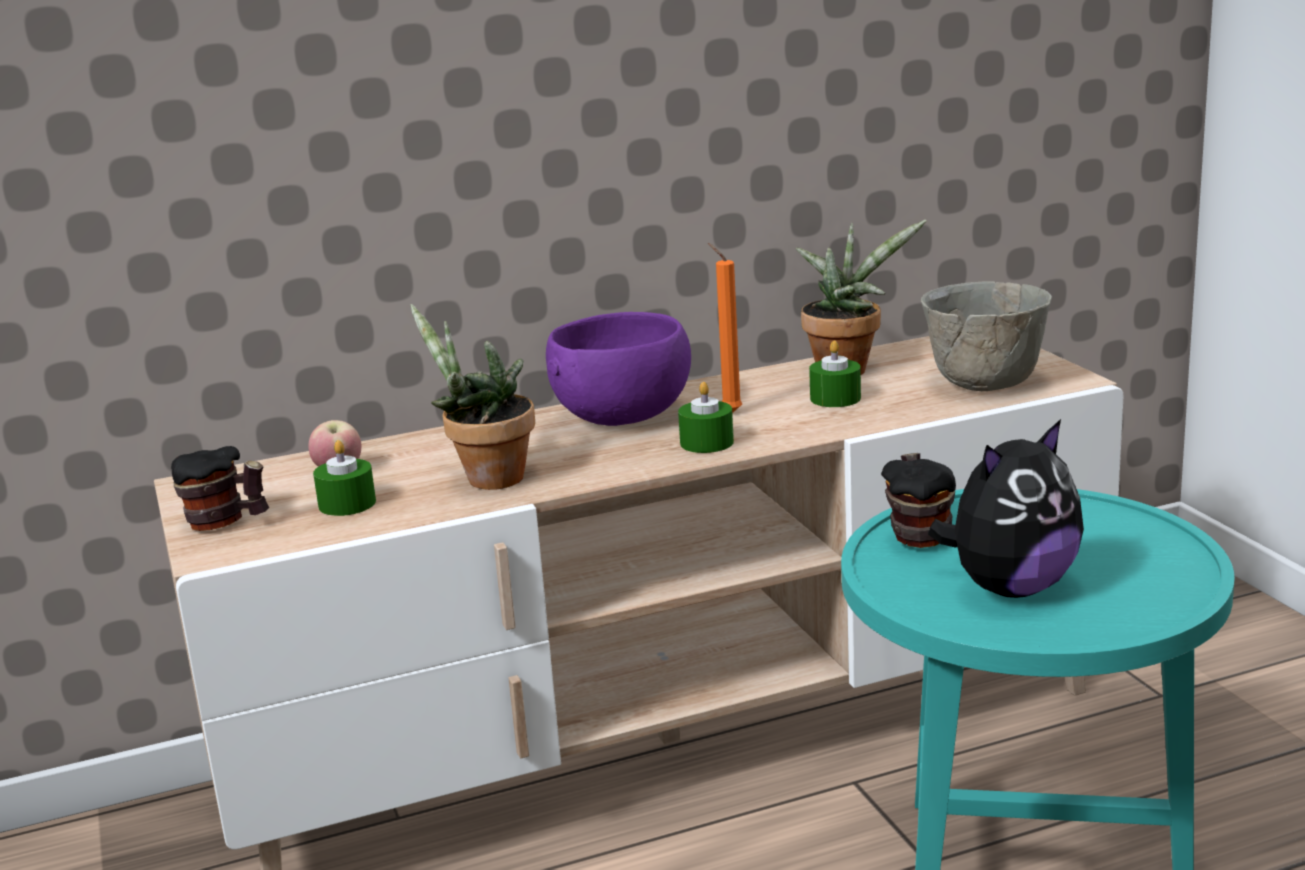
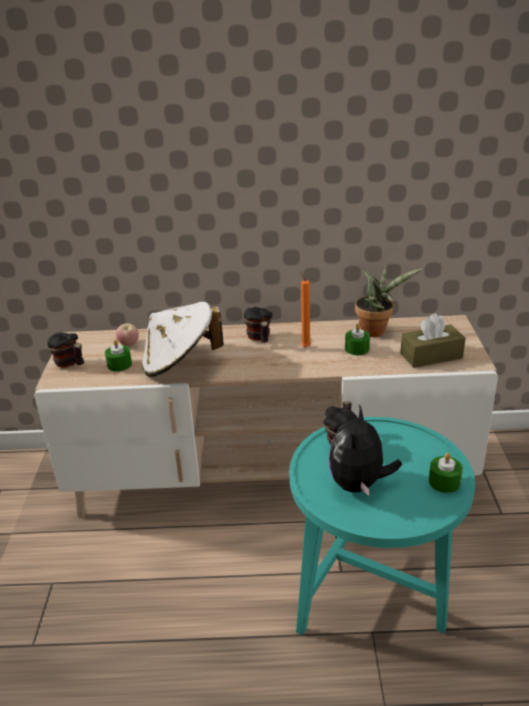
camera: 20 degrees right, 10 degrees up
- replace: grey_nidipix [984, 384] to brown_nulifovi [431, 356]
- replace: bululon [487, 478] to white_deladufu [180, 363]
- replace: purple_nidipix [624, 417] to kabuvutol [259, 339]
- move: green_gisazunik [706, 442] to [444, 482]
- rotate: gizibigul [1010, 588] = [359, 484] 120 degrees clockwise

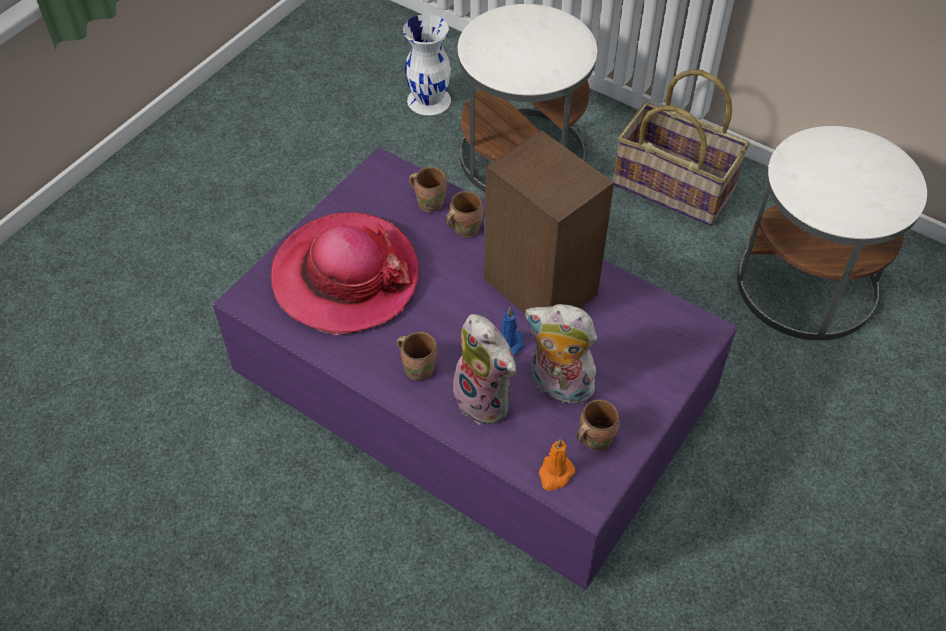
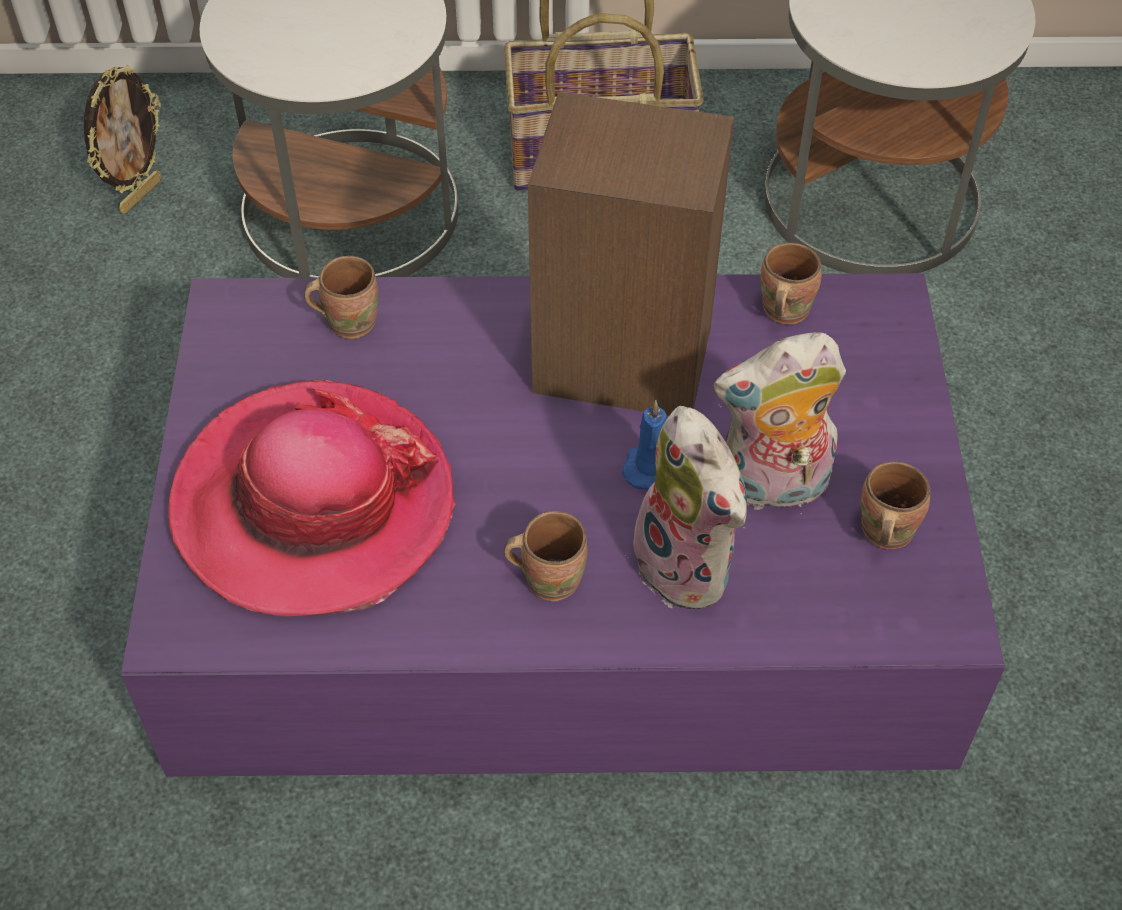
camera: 35 degrees left, 0 degrees up
- replace: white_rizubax [429, 99] to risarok [140, 195]
- move: brown_kabuvutol [464, 228] to [781, 311]
- rotate: gizibigul [486, 399] = [690, 566] 45 degrees clockwise
- delete: orange_gisazunik [555, 474]

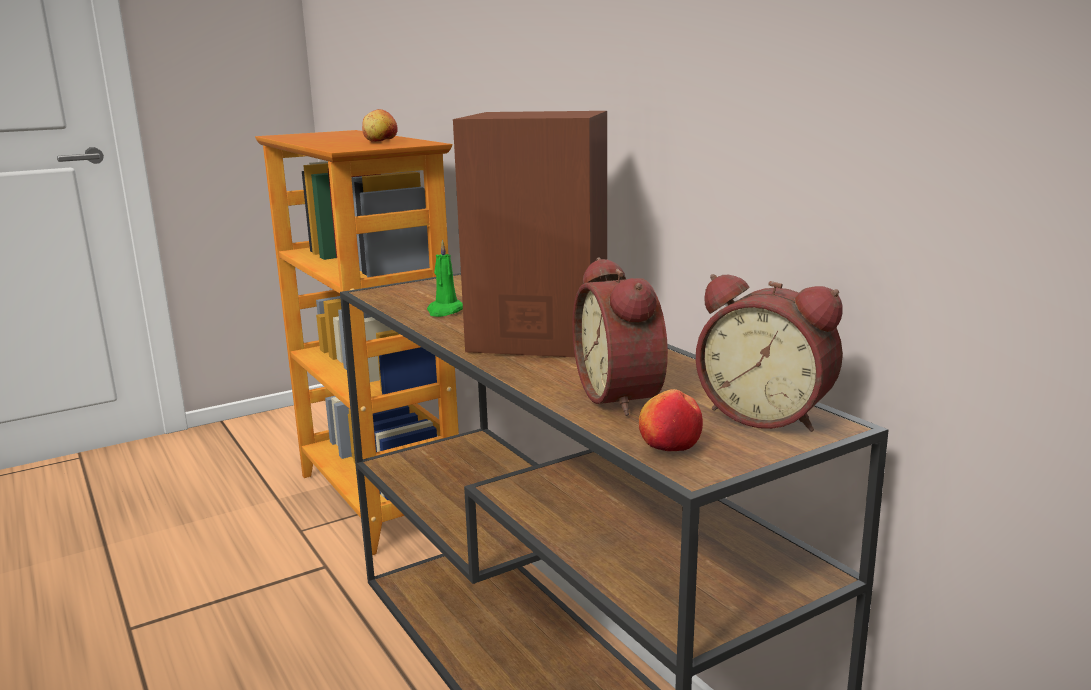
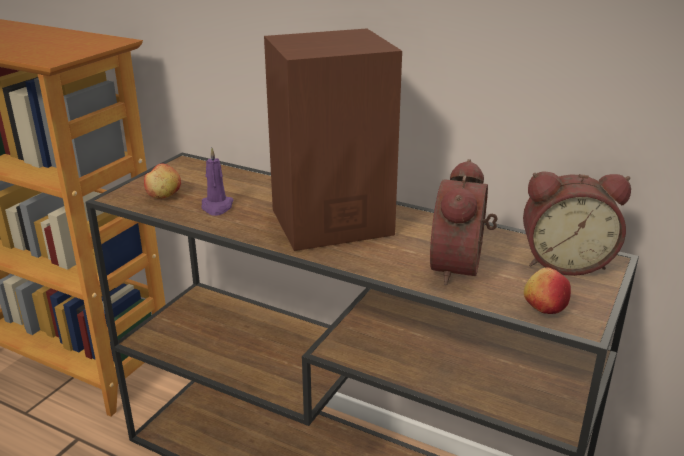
camera: 30 degrees left, 10 degrees up
- move: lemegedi [380, 141] to [164, 195]
- recolor: green_gisazunik [445, 311] to purple_gisazunik [217, 207]
- rotate: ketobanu [625, 396] = [462, 268] 60 degrees clockwise

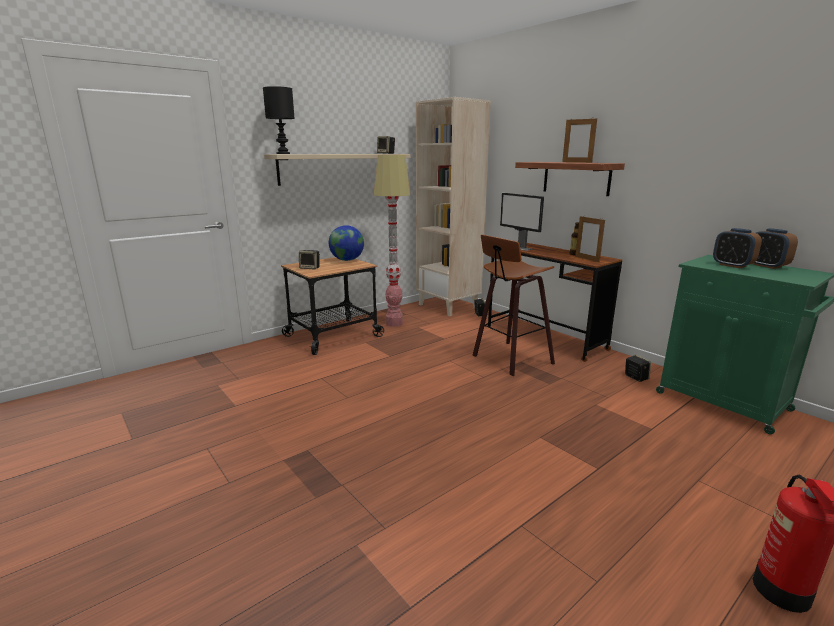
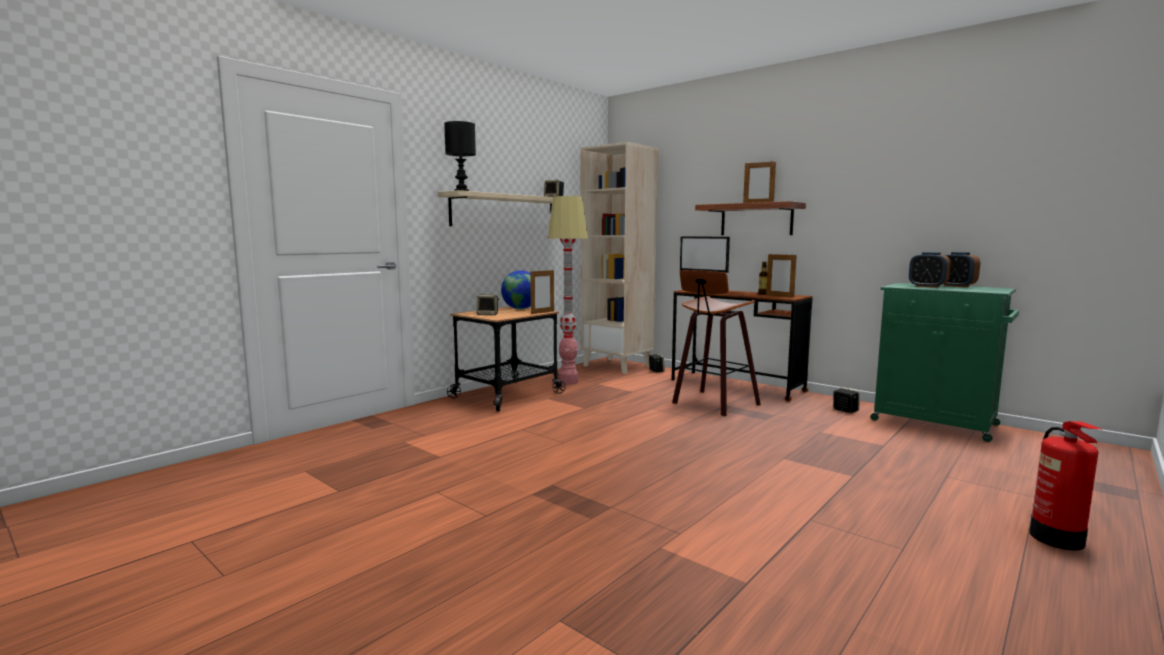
camera: 10 degrees left, 10 degrees down
- insert: risarok [542, 312]

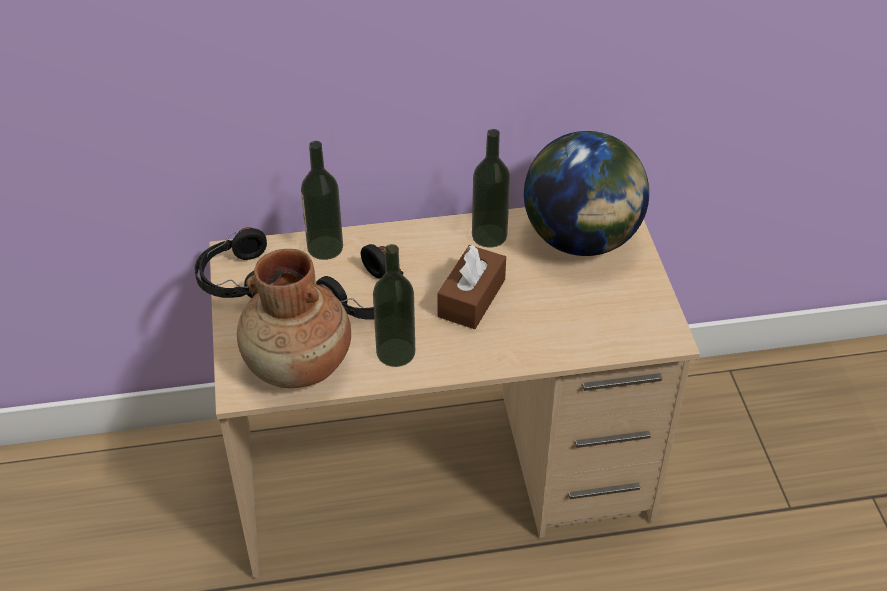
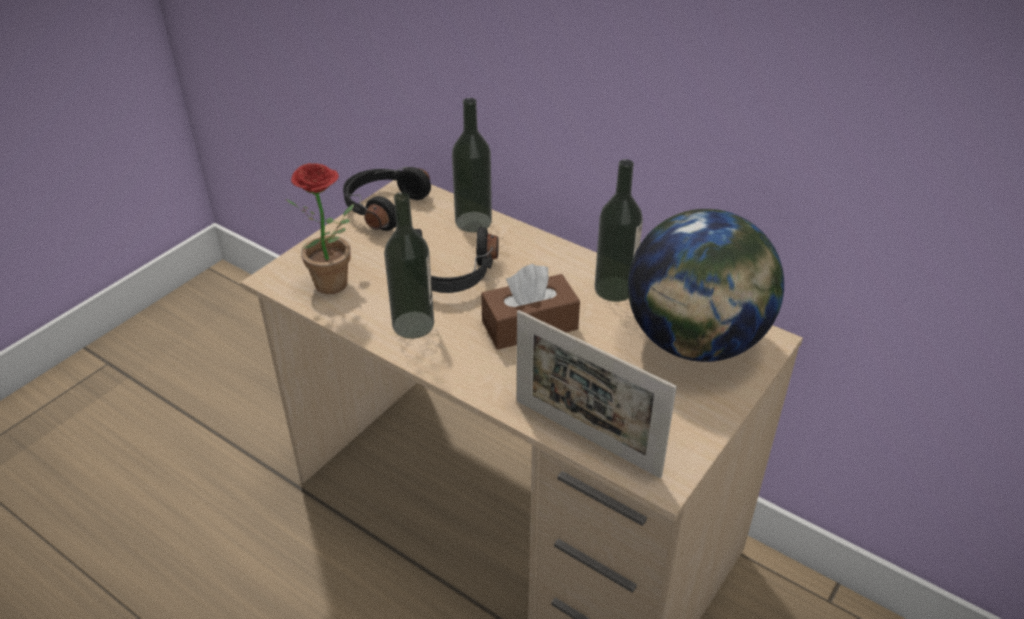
camera: 45 degrees right, 5 degrees down
- replace: brown_rizubax [298, 365] to bululon [335, 287]
- insert: risarok [586, 437]

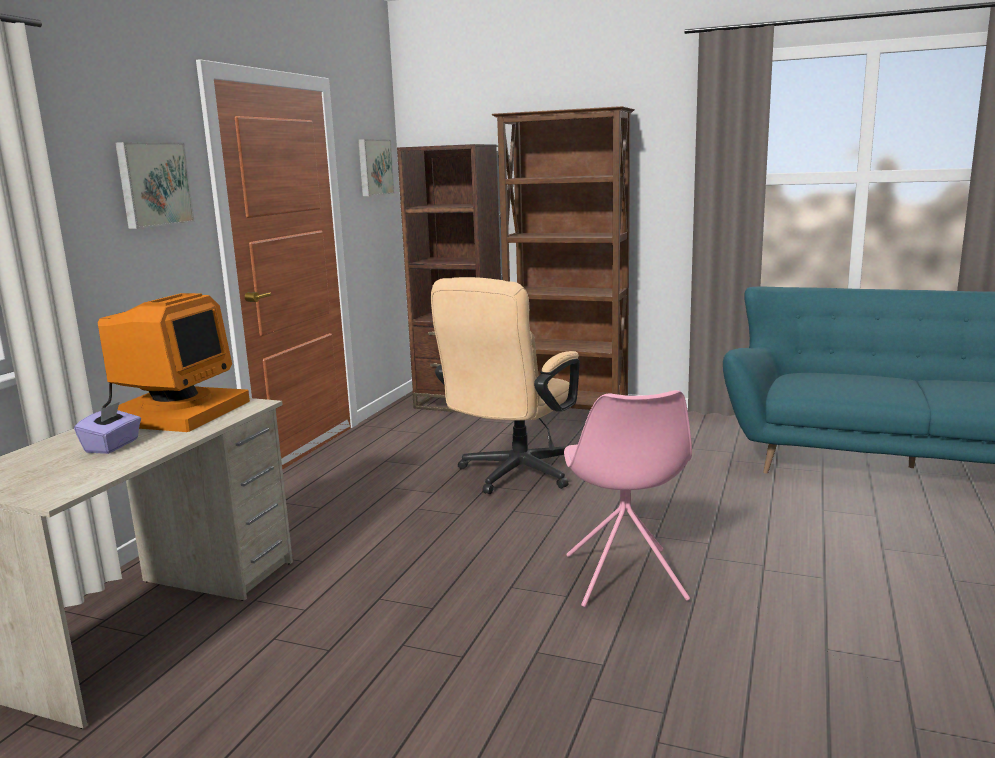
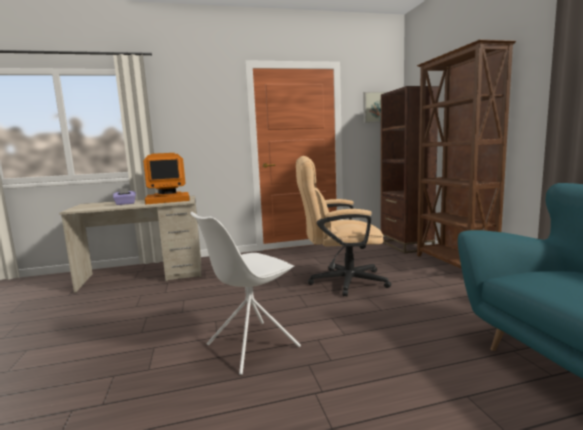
camera: 55 degrees right, 5 degrees down
- delete: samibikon [153, 184]
- recolor: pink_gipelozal [624, 578] to white_gipelozal [251, 346]

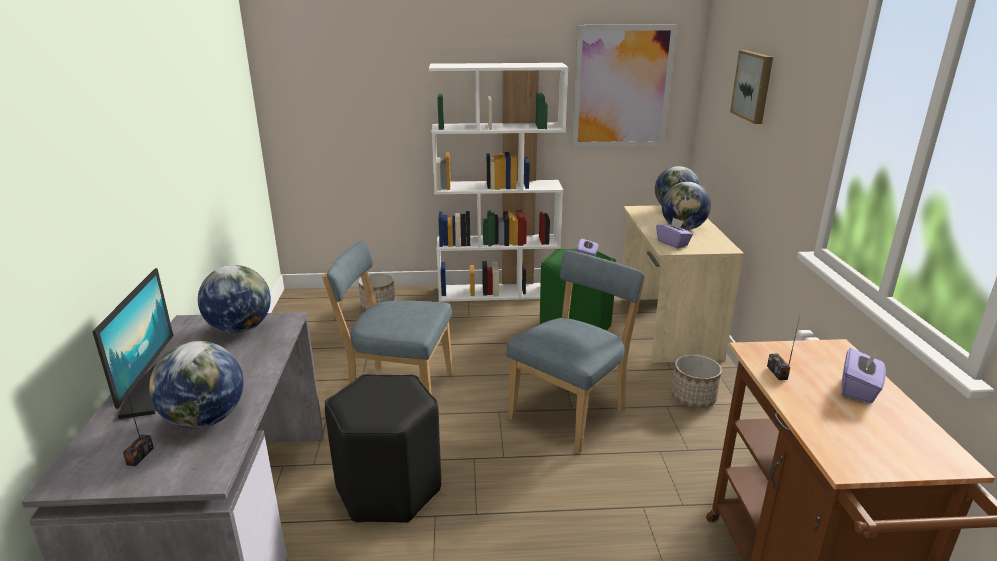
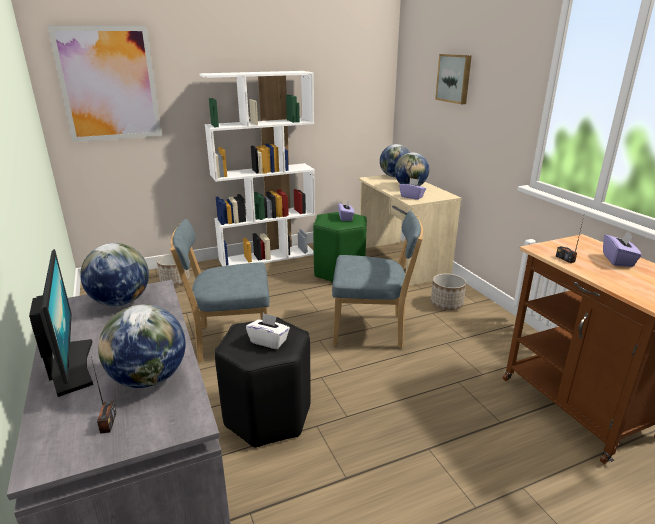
camera: 20 degrees left, 0 degrees up
- move: samibikon [621, 87] to [109, 84]
- rotate: blue_gipelozal [571, 412] = [372, 330] 75 degrees clockwise
- insert: white_nulifovi [269, 341]

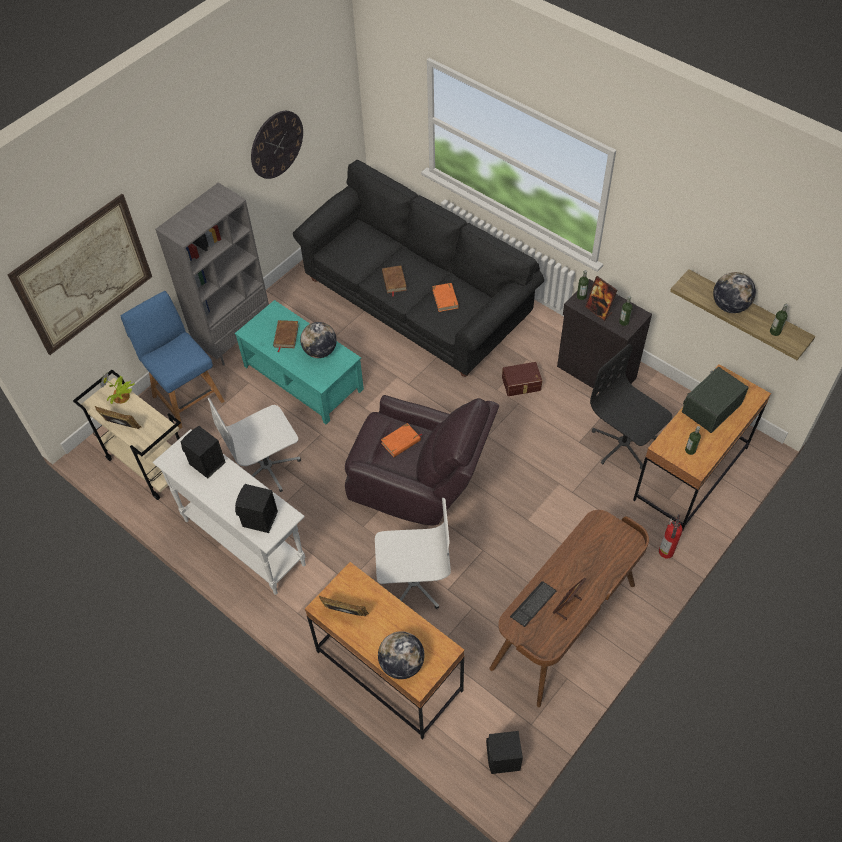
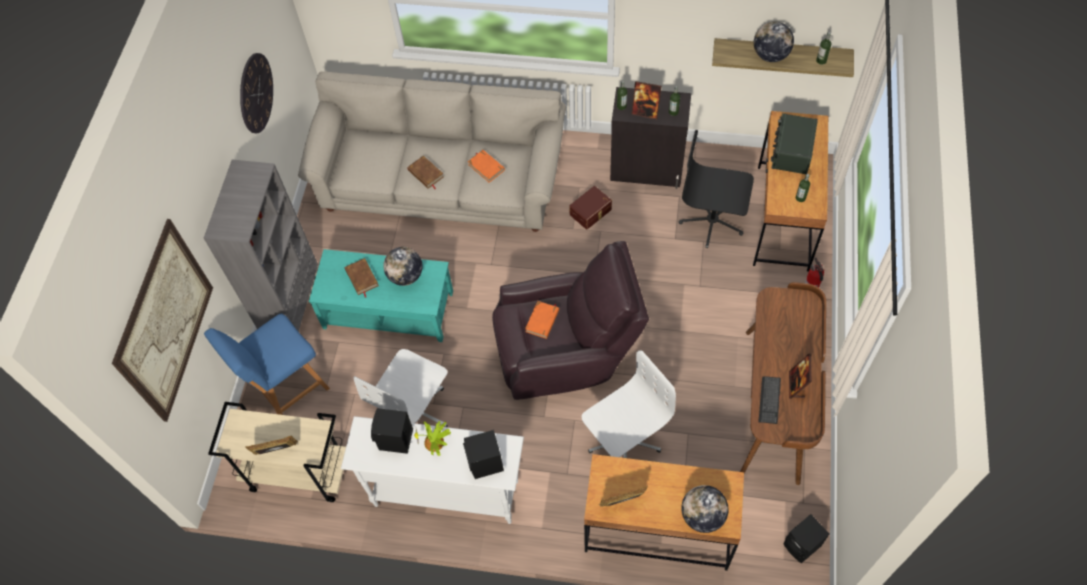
camera: 30 degrees left, 5 degrees up
- recolor: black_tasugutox [417, 300] to beige_tasugutox [442, 181]
- rotate: blue_gipelozal [187, 397] = [287, 388] 60 degrees counterclockwise
- move: bululon [121, 397] to [435, 443]

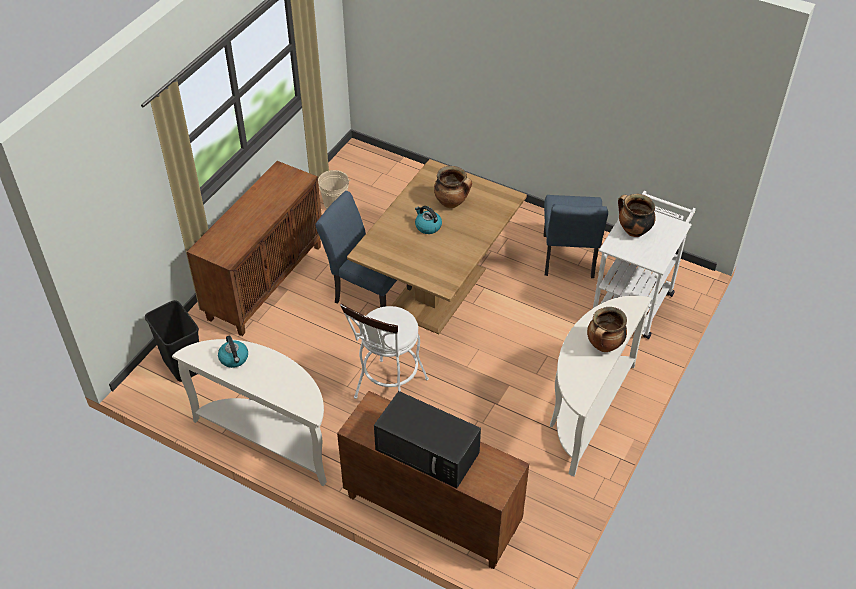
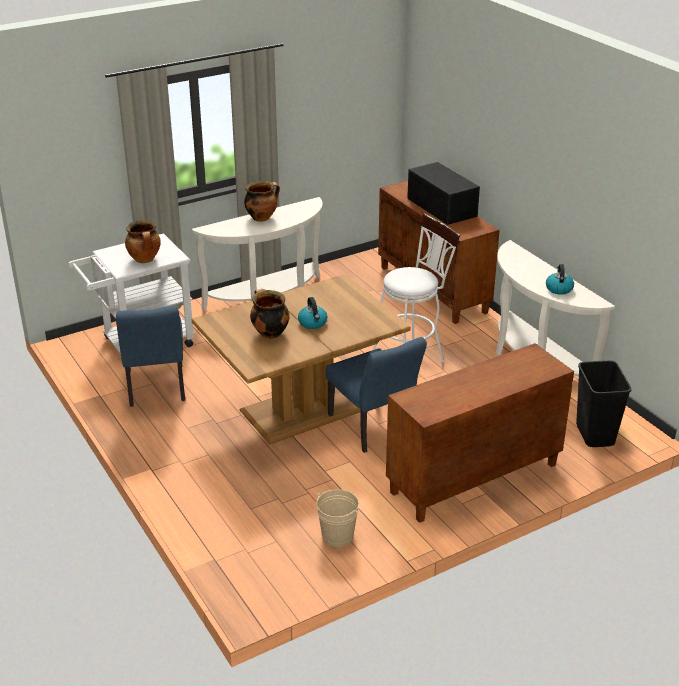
camera: 150 degrees left, 15 degrees down
- rotate: blue_gipelozal [568, 260] = [156, 389] 135 degrees clockwise

